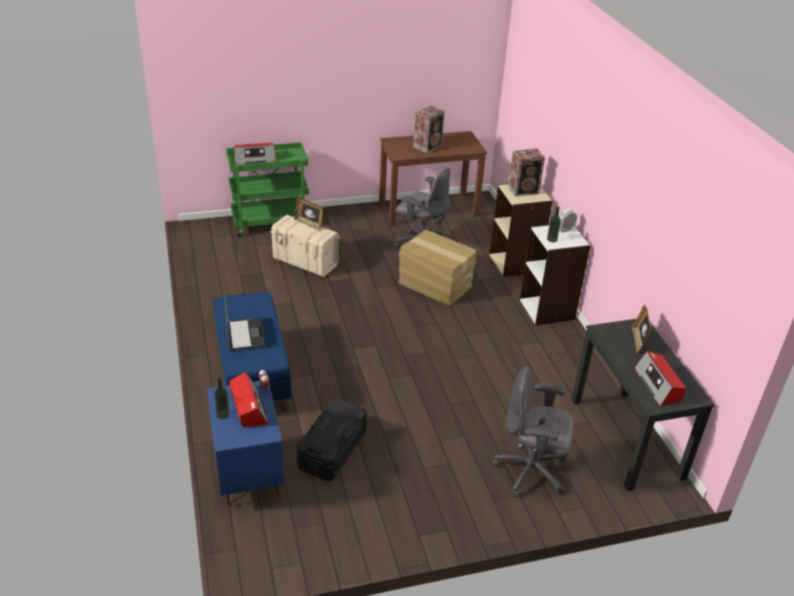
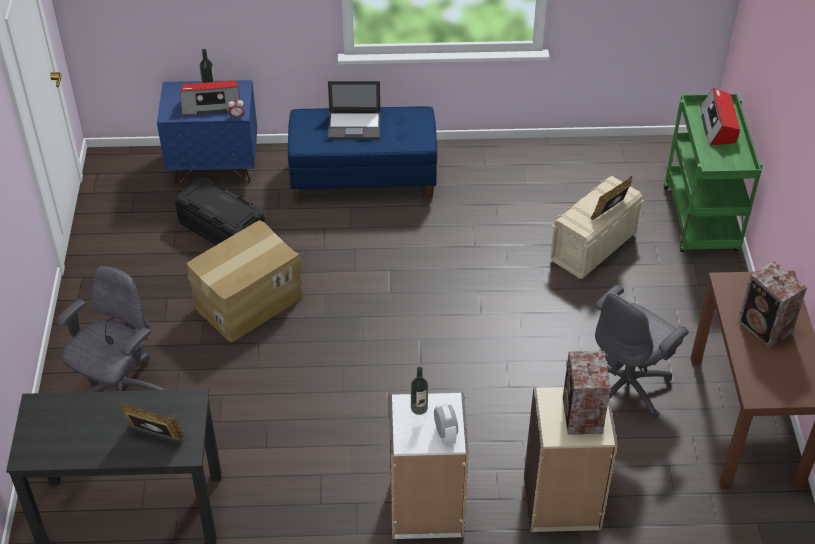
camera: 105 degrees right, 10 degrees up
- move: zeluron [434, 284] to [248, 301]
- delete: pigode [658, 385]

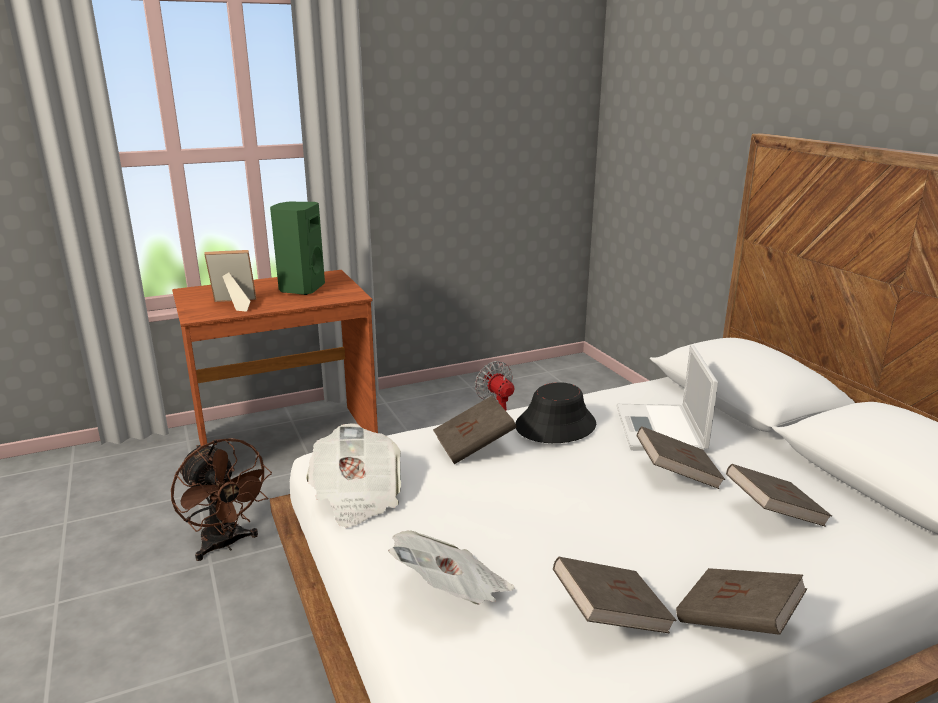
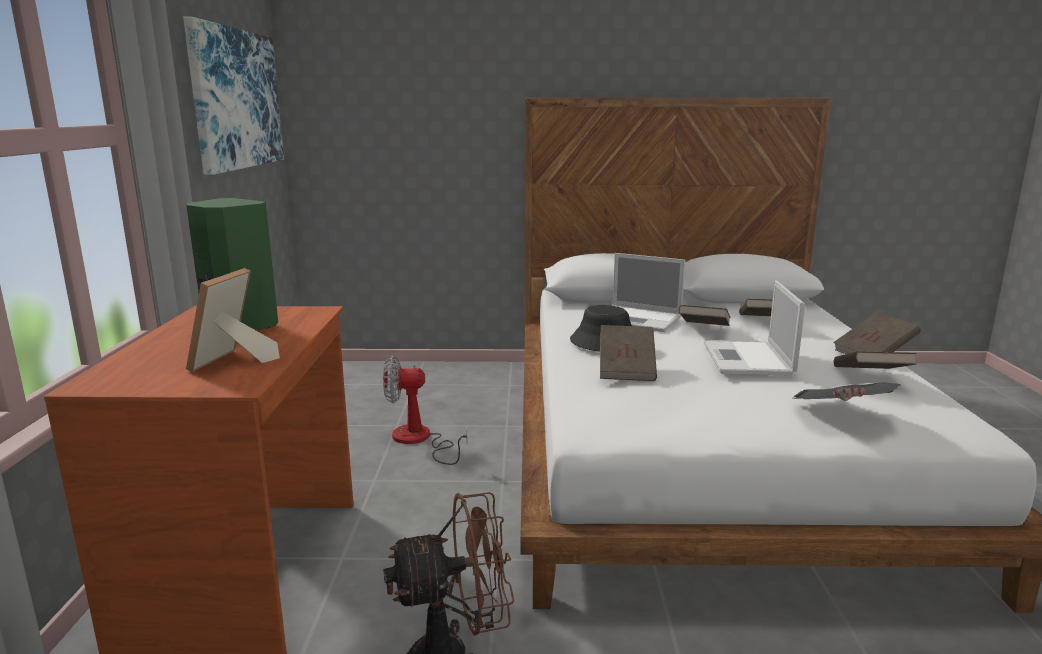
camera: 65 degrees left, 5 degrees down
- delete: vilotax [356, 497]
- insert: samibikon [236, 99]
- insert: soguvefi [748, 360]

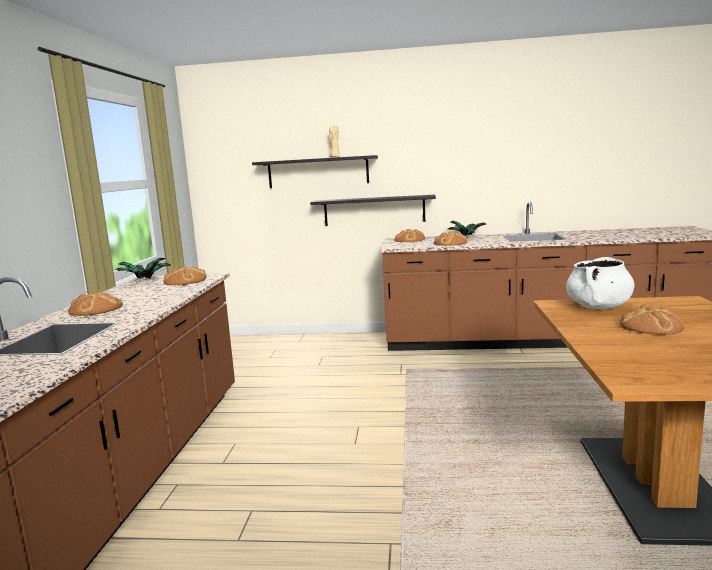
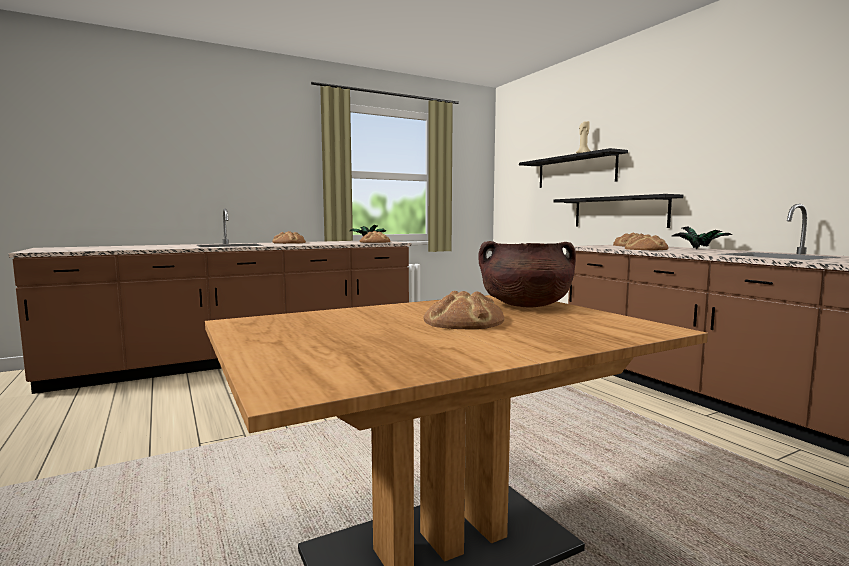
camera: 55 degrees right, 5 degrees down
- recolor: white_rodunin [598, 307] to brown_rodunin [525, 306]

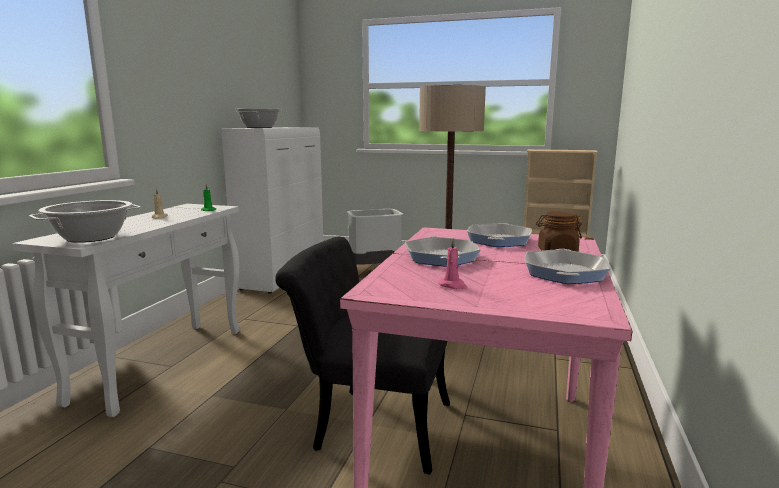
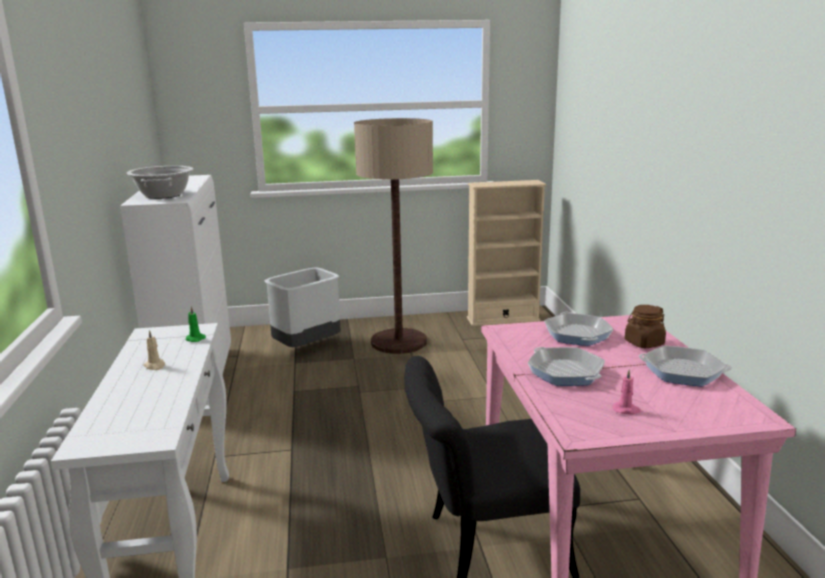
camera: 25 degrees left, 5 degrees up
- delete: rodunin [91, 237]
- rotate: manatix [564, 273] = [683, 372] 60 degrees counterclockwise

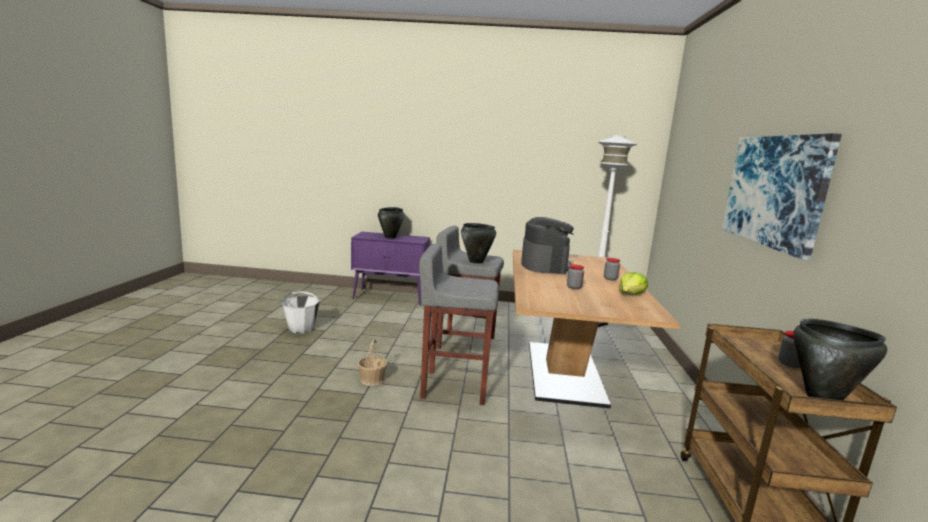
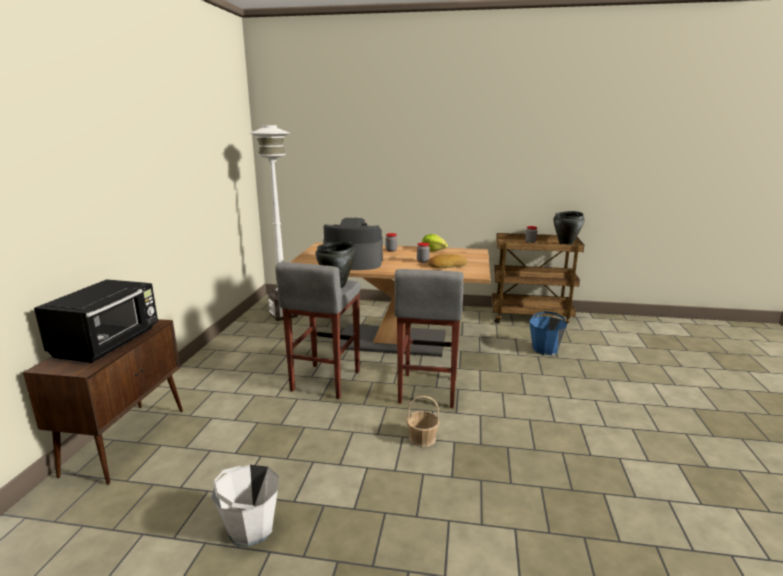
camera: 85 degrees left, 5 degrees up
- delete: samibikon [774, 190]
- replace: black_rodunin [390, 237] to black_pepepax [108, 343]
- recolor: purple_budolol [390, 297] to brown_budolol [127, 440]
- insert: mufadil [446, 265]
- insert: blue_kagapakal [545, 350]

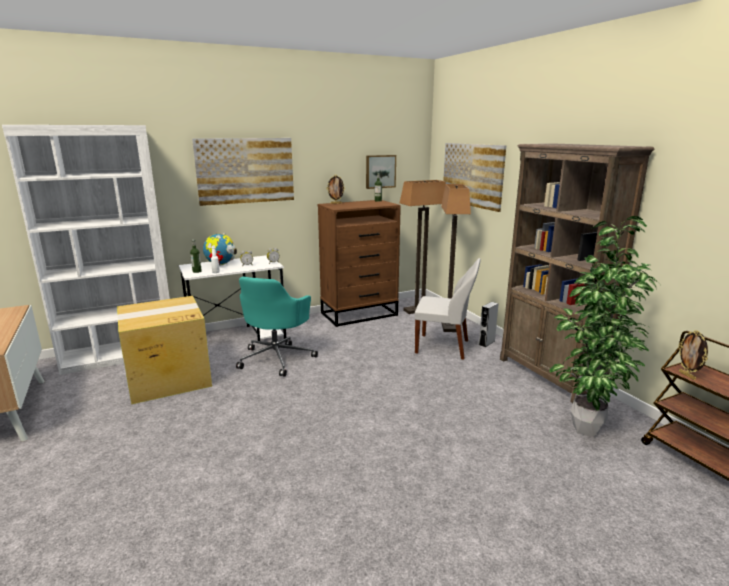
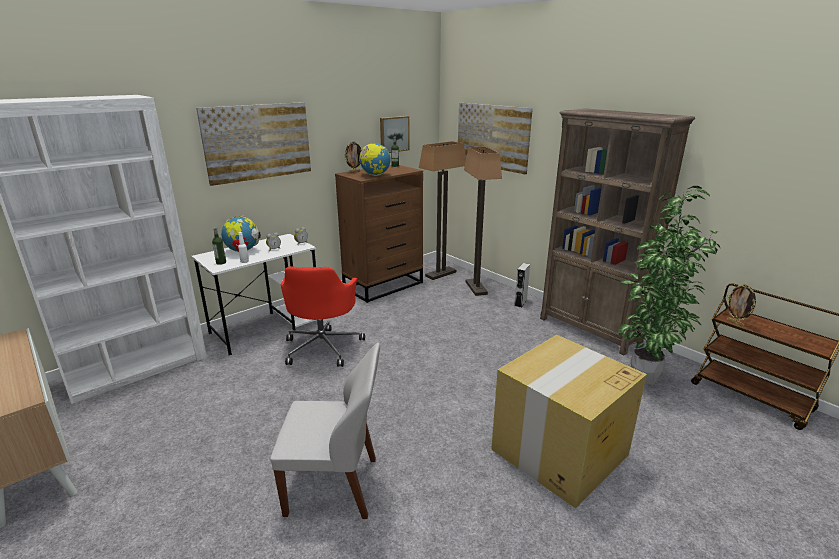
camera: 15 degrees left, 5 degrees up
- move: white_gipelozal [444, 347] to [335, 486]
- recolor: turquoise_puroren [277, 358] to red_puroren [323, 346]
- move: zeluron [167, 378] to [558, 453]
- insert: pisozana [375, 175]

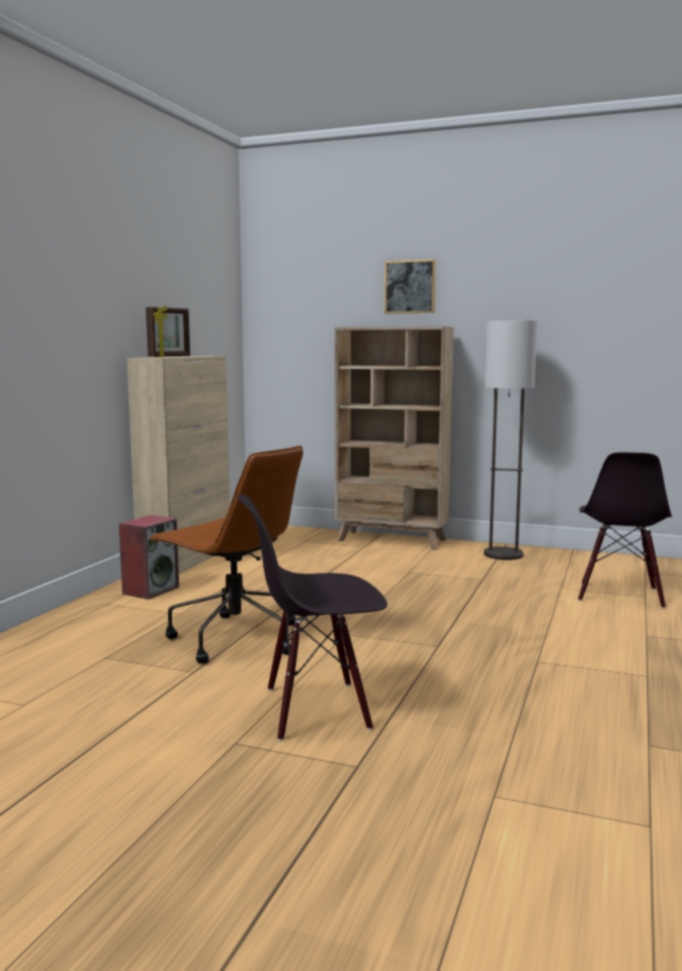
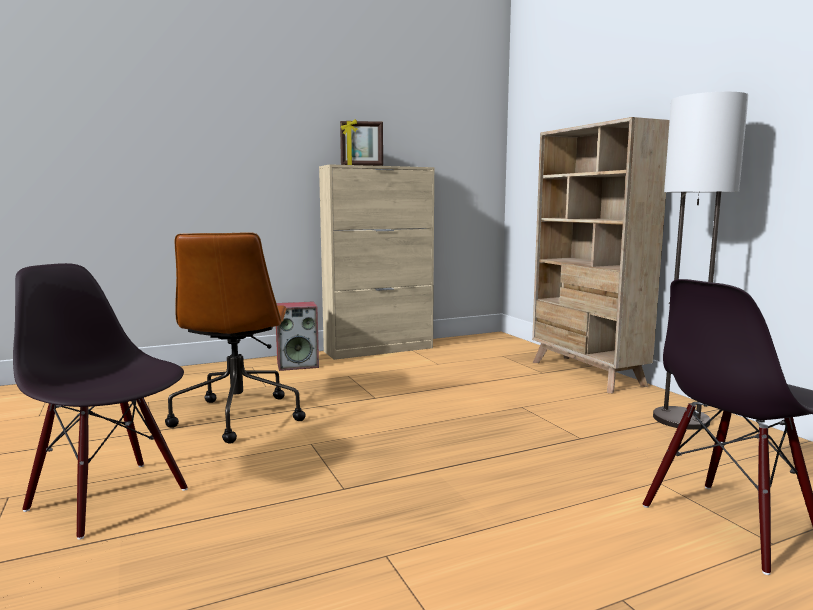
camera: 45 degrees right, 0 degrees up
- delete: samibikon [410, 287]

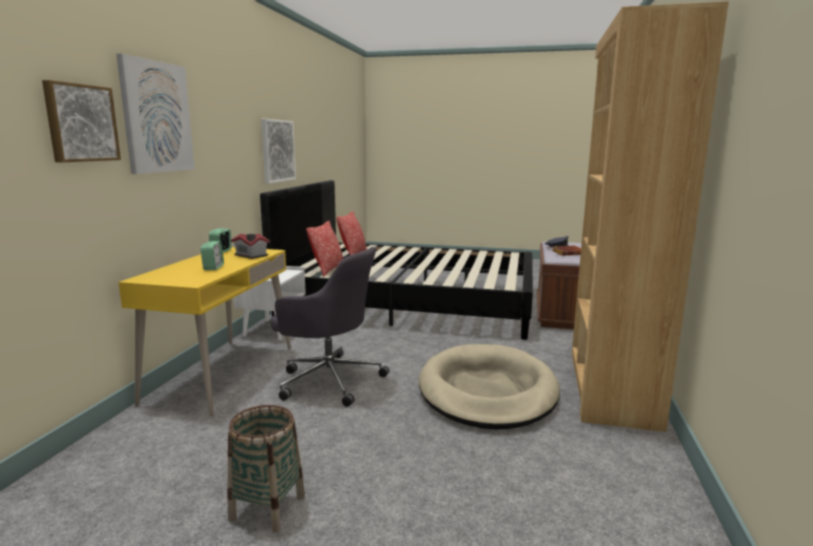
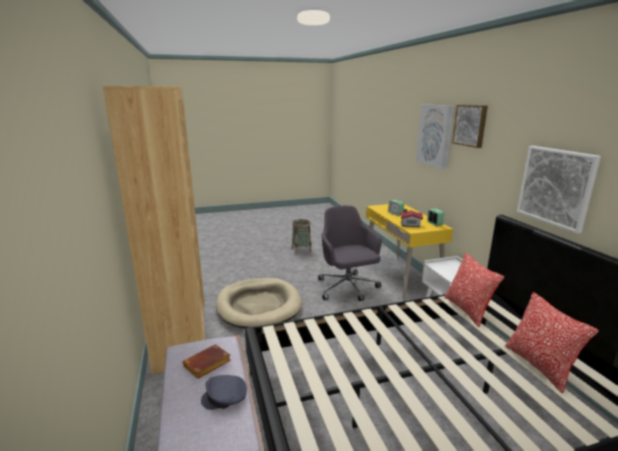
camera: 150 degrees right, 5 degrees up
- move: samibikon [80, 123] to [470, 125]
- rotate: grey_puroren [329, 379] = [347, 288] 75 degrees clockwise

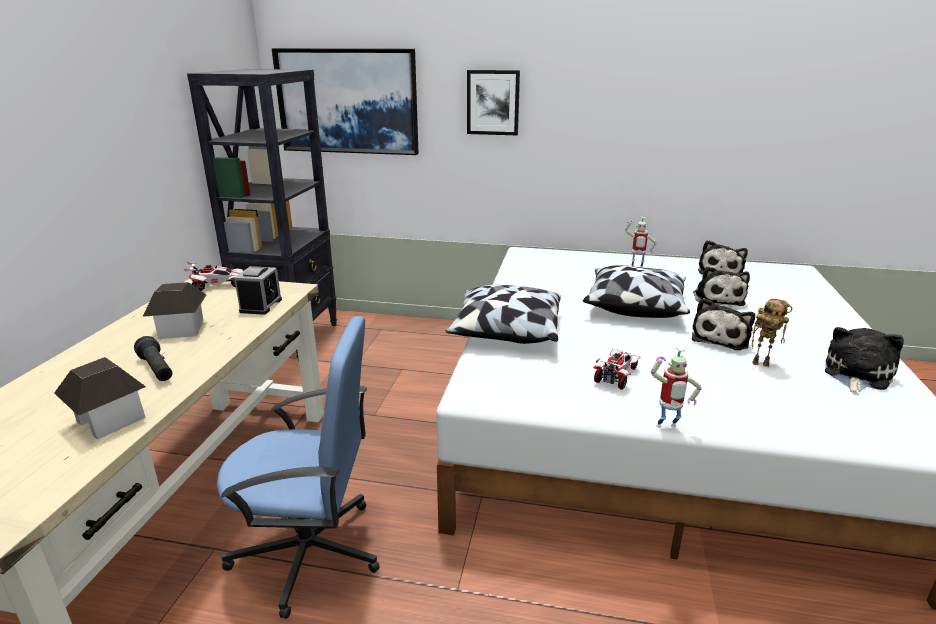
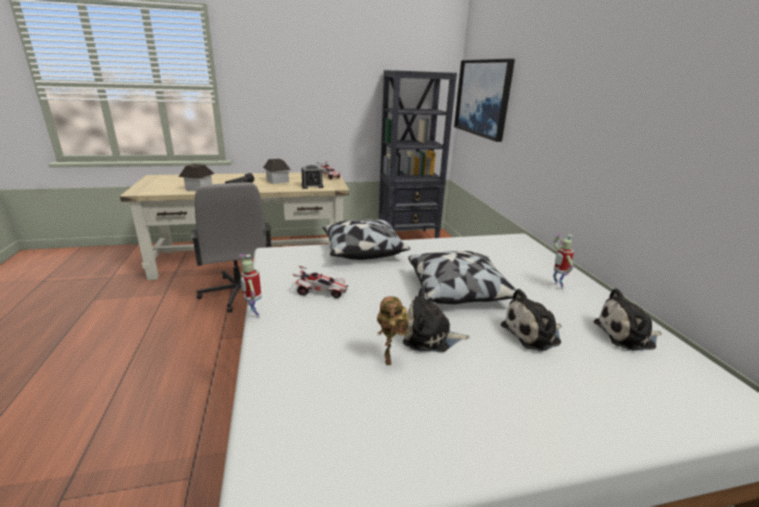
camera: 65 degrees right, 0 degrees up
- delete: samibikon [493, 102]
- recolor: blue_puroren [310, 552] to grey_puroren [238, 293]
- delete: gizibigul [856, 375]

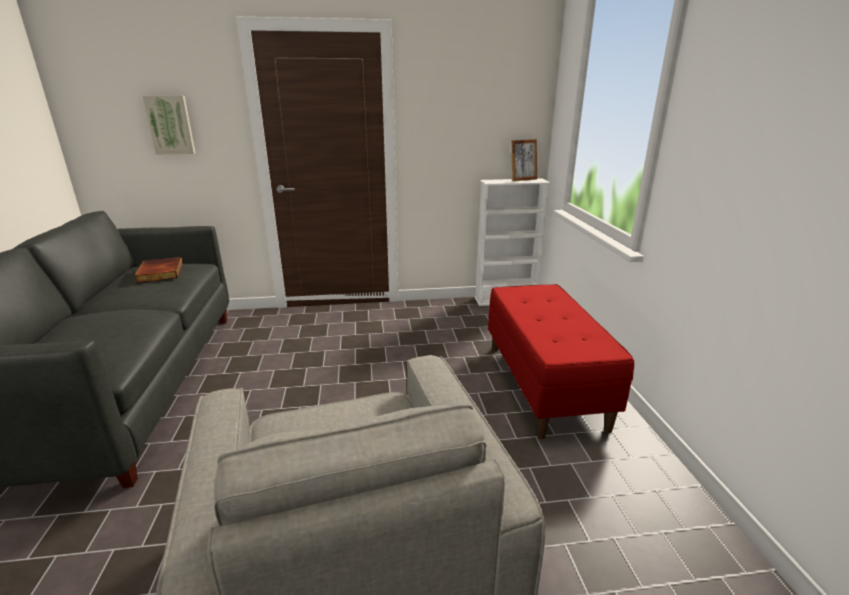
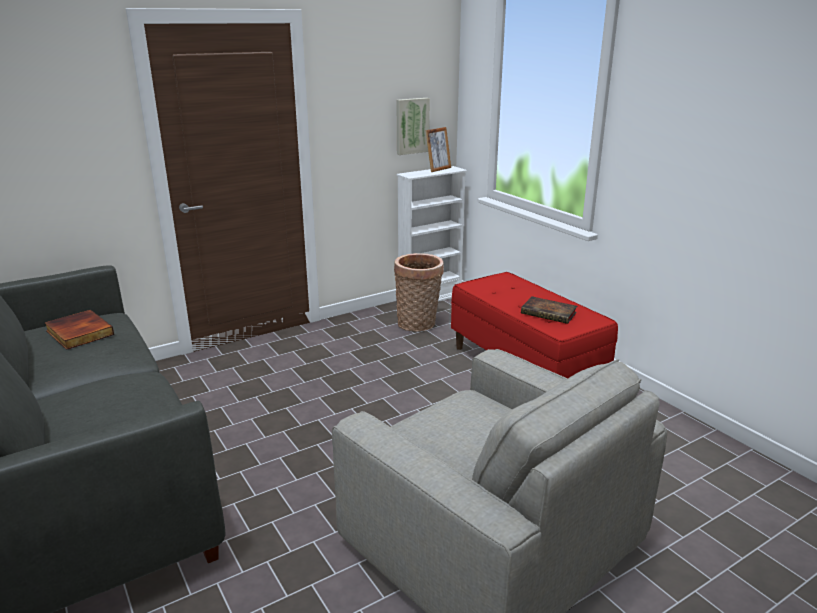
camera: 25 degrees left, 0 degrees up
- move: samibikon [170, 125] to [411, 126]
- insert: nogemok [418, 324]
- insert: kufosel [550, 313]

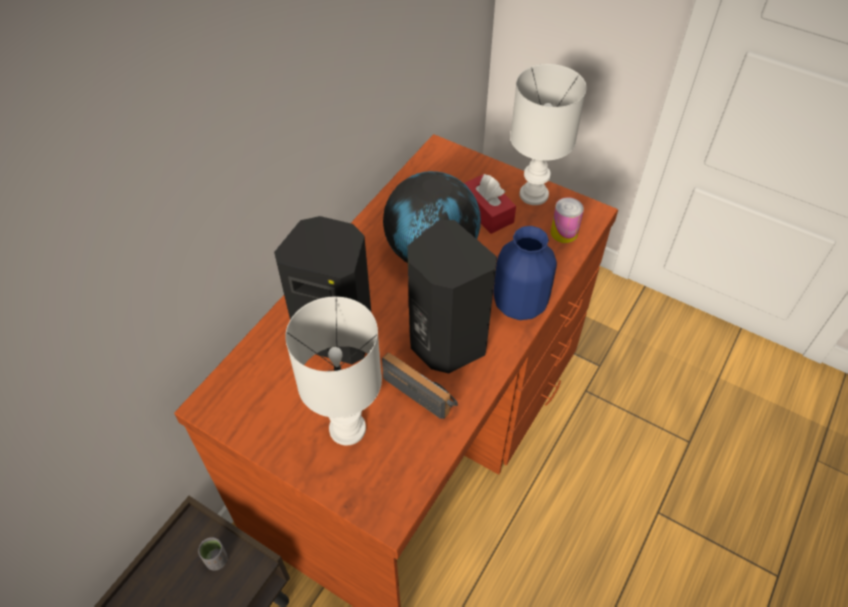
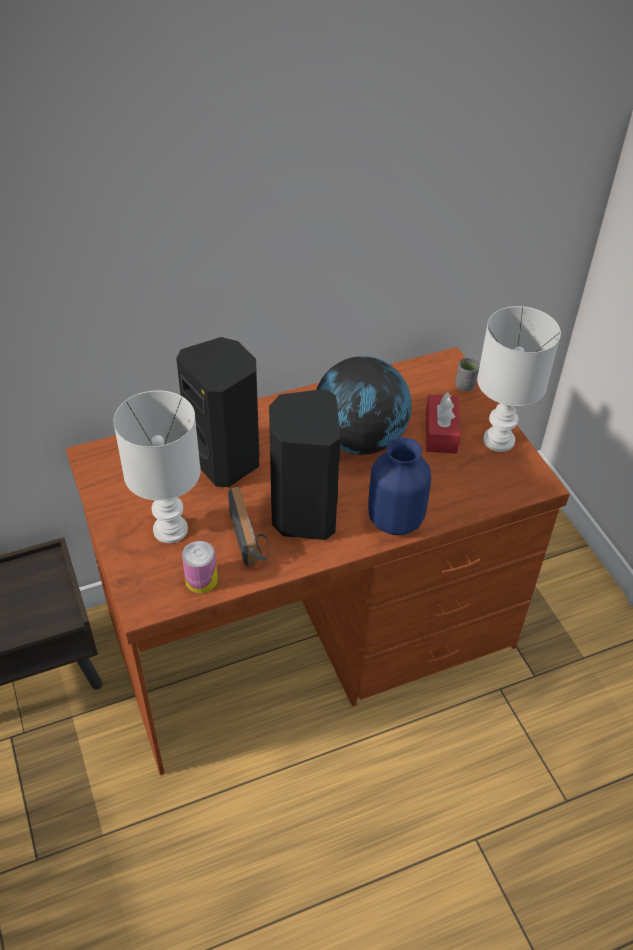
camera: 35 degrees right, 5 degrees down
- move: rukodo [564, 233] to [201, 580]
- move: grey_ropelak [217, 560] to [465, 386]

